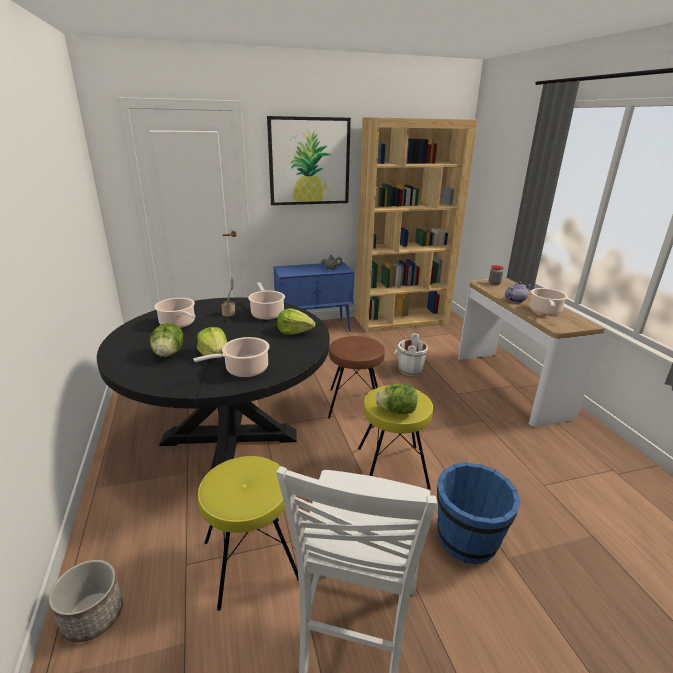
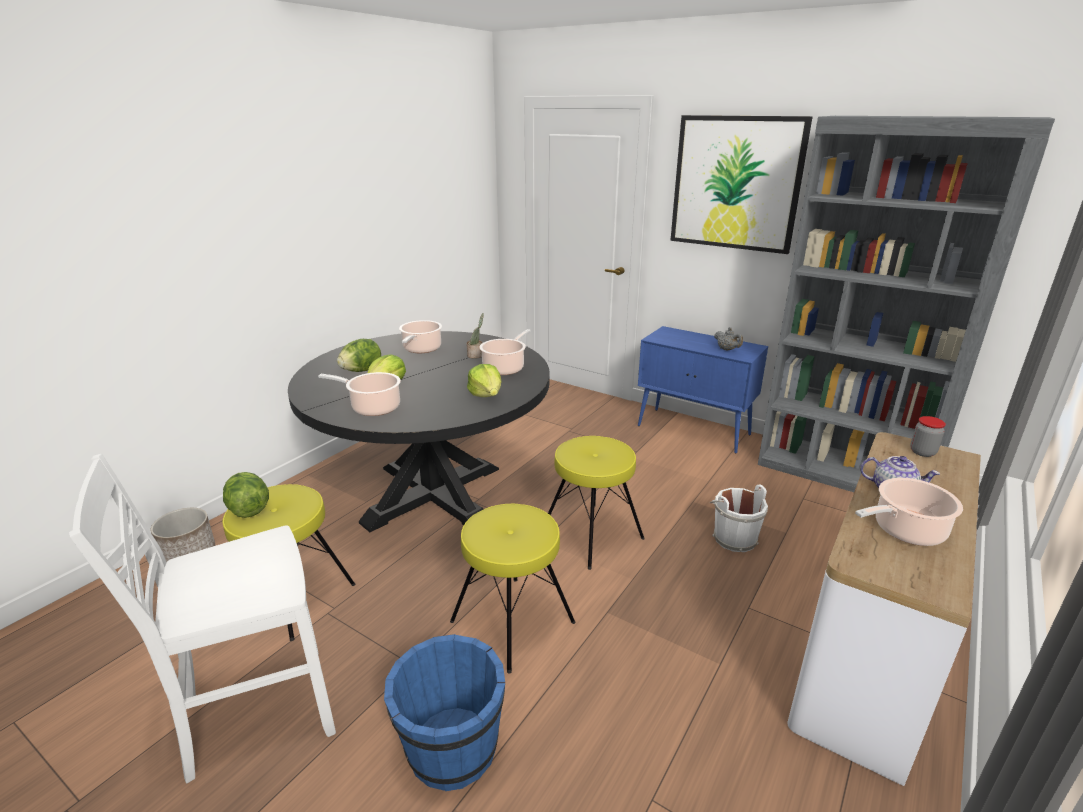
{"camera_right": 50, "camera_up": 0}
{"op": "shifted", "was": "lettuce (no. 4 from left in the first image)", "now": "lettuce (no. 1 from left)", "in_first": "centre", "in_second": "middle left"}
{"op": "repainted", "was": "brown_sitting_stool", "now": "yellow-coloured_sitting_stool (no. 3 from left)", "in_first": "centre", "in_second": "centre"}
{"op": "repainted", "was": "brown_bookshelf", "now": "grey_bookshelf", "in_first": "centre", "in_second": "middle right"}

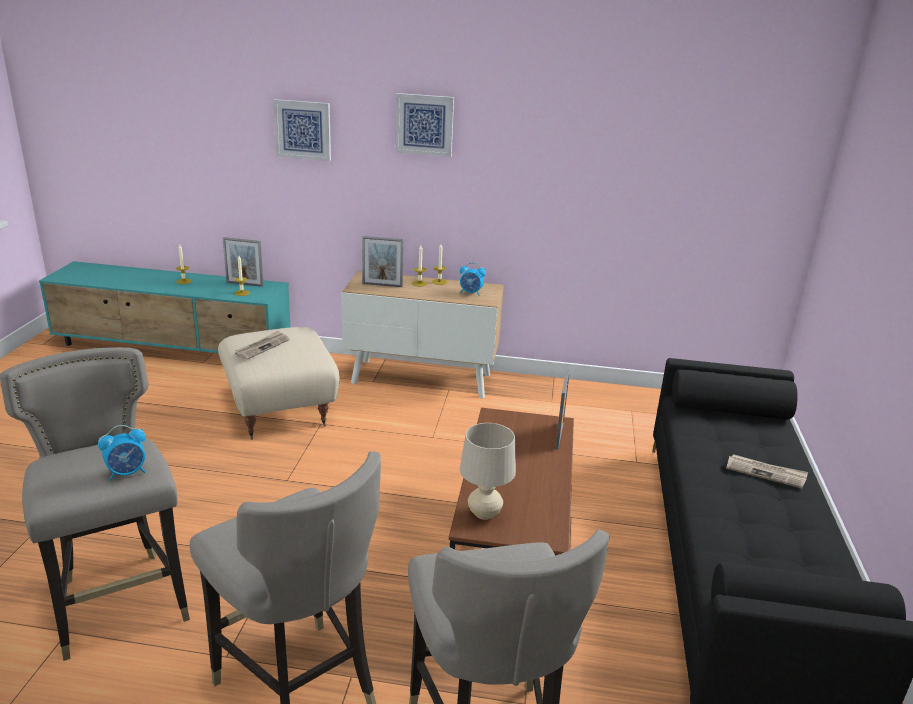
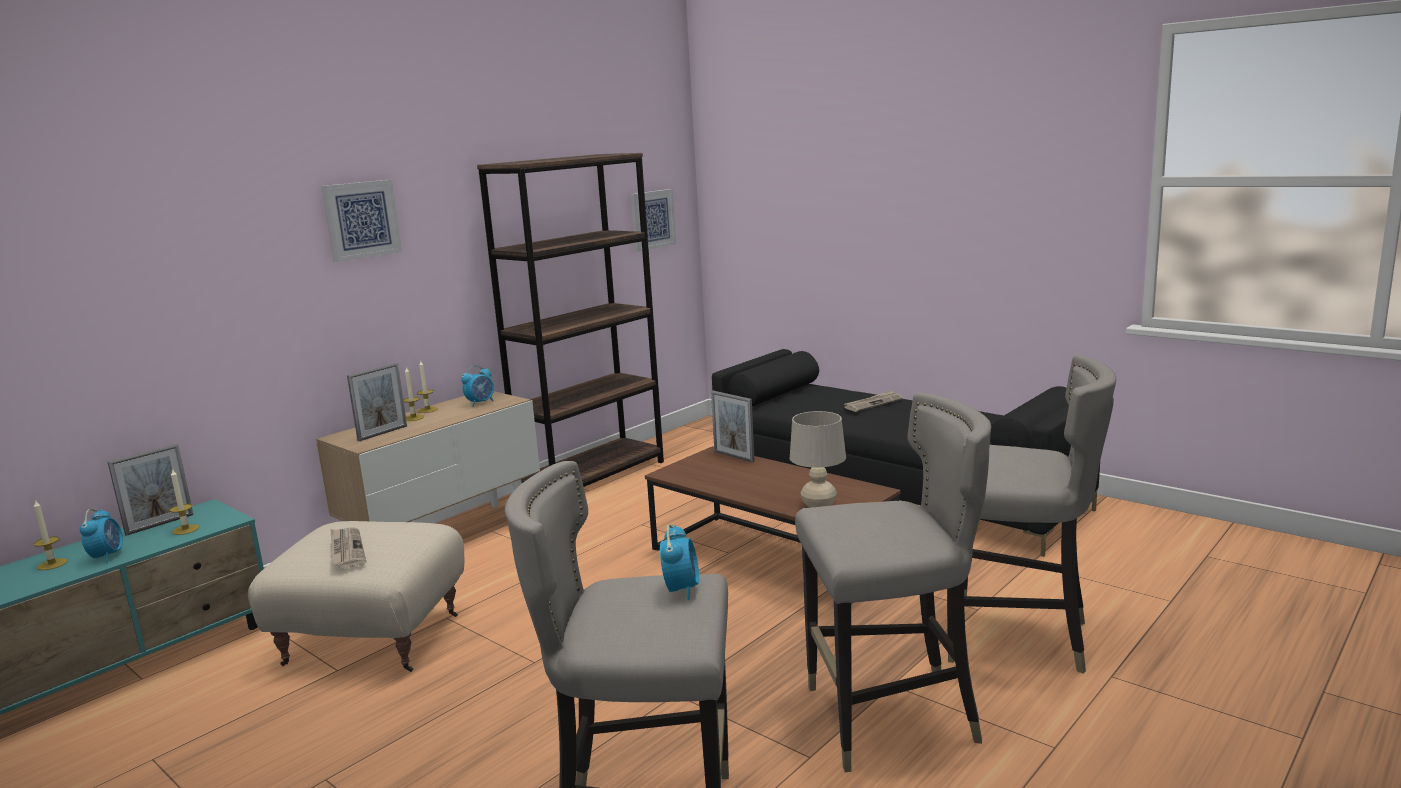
{"camera_right": -55, "camera_up": -10}
{"op": "new", "now": "bedside_clock (no. 1 from left)", "in_second": "bottom left"}
{"op": "new", "now": "brown_bookshelf", "in_second": "centre"}
{"op": "shifted", "was": "wall_picture (no. 1 from left in the first image)", "now": "wall_picture (no. 2 from left)", "in_first": "top left", "in_second": "top centre"}

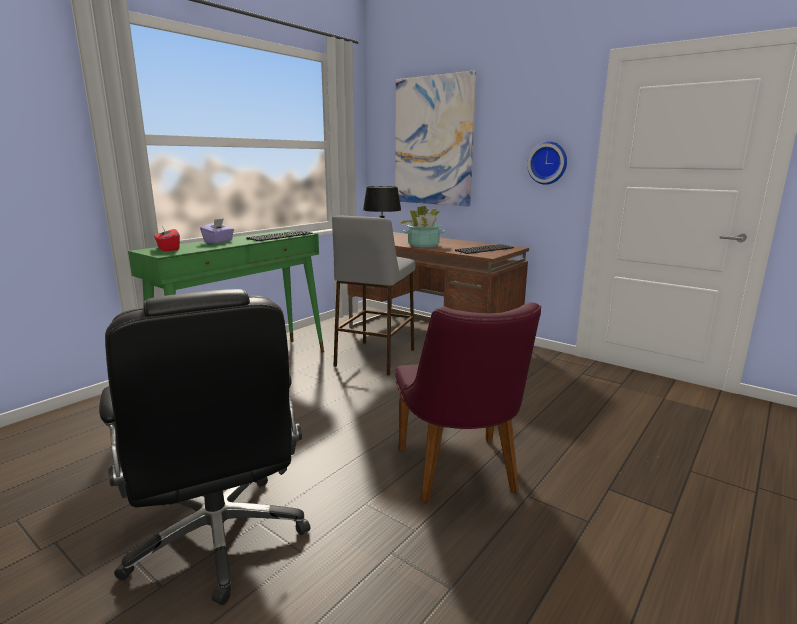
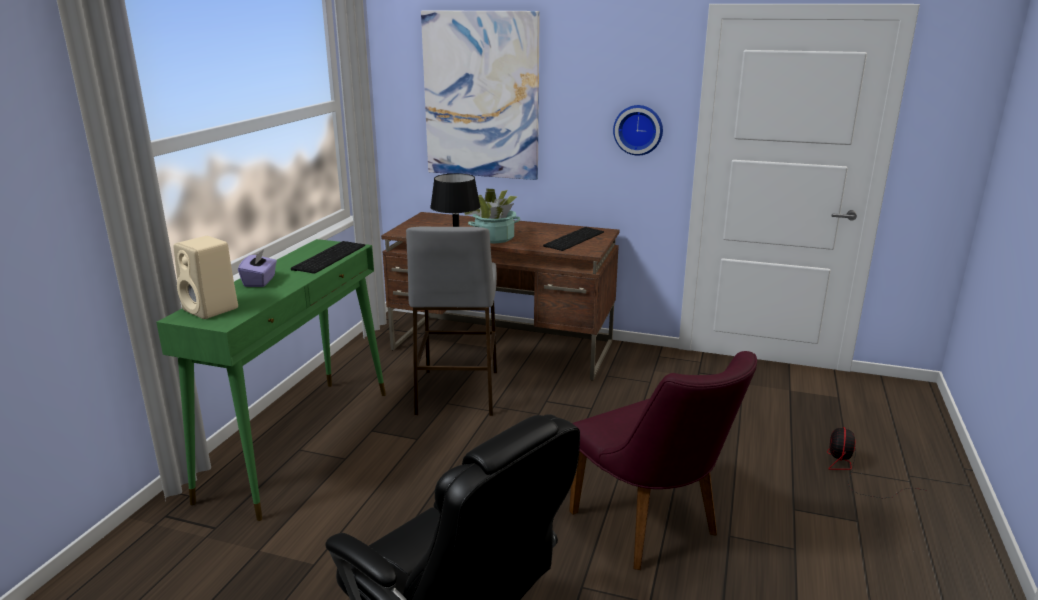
{"camera_right": -20, "camera_up": 5}
{"op": "swapped", "was": "red_tissue_holder", "now": "beige-coloured_loudspeaker", "in_first": "middle left", "in_second": "middle left"}
{"op": "new", "now": "fan", "in_second": "bottom right"}

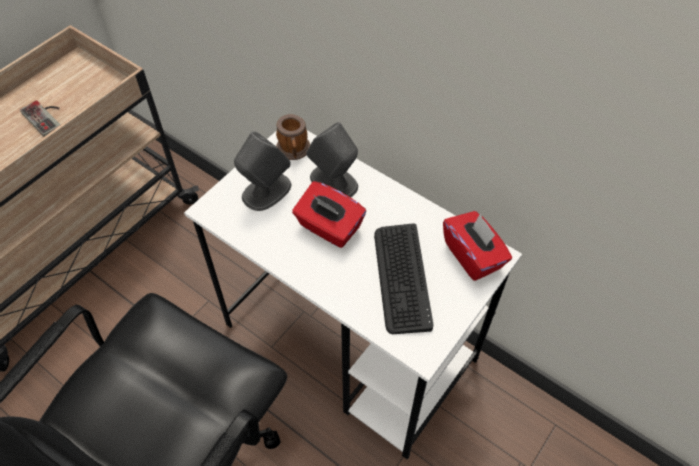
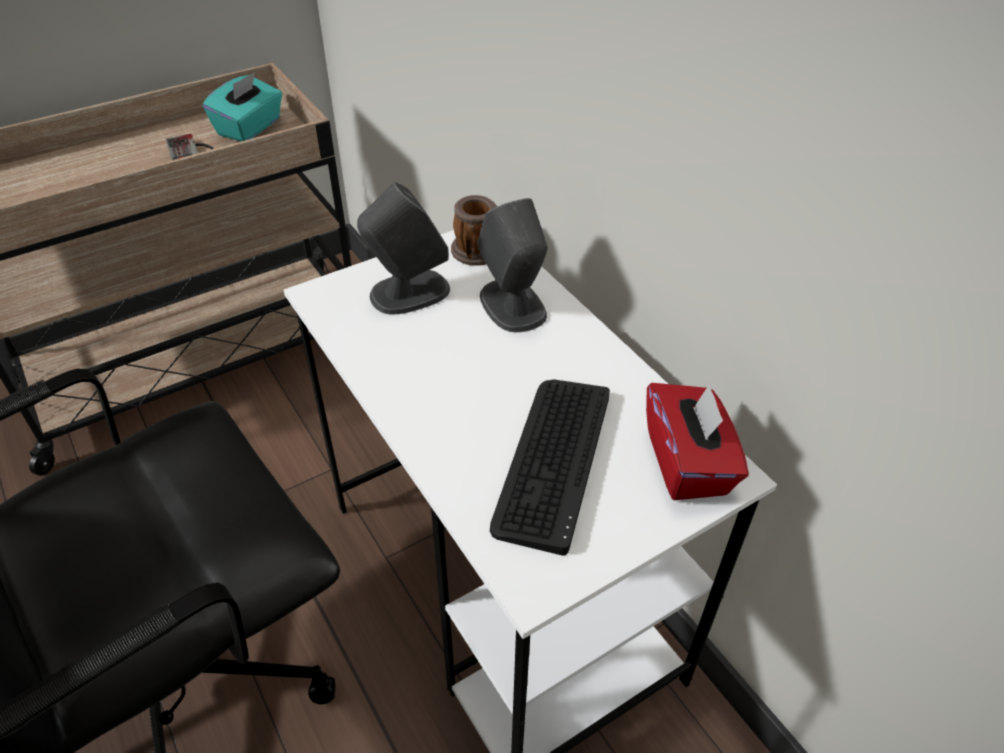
{"camera_right": 20, "camera_up": -10}
{"op": "new", "now": "blue-green_tissue_holder", "in_second": "top left"}
{"op": "gone", "was": "red_tissue_holder (no. 1 from left)", "in_first": "centre"}

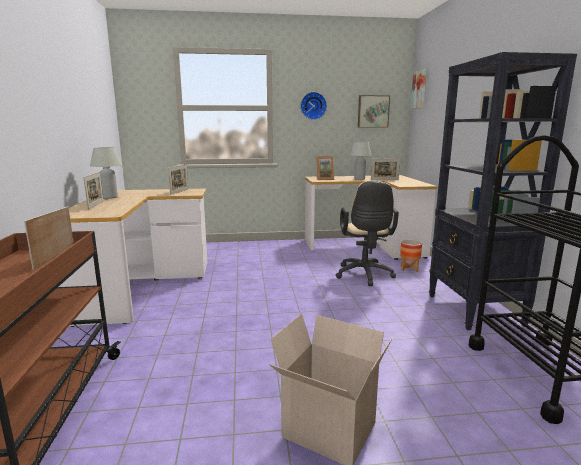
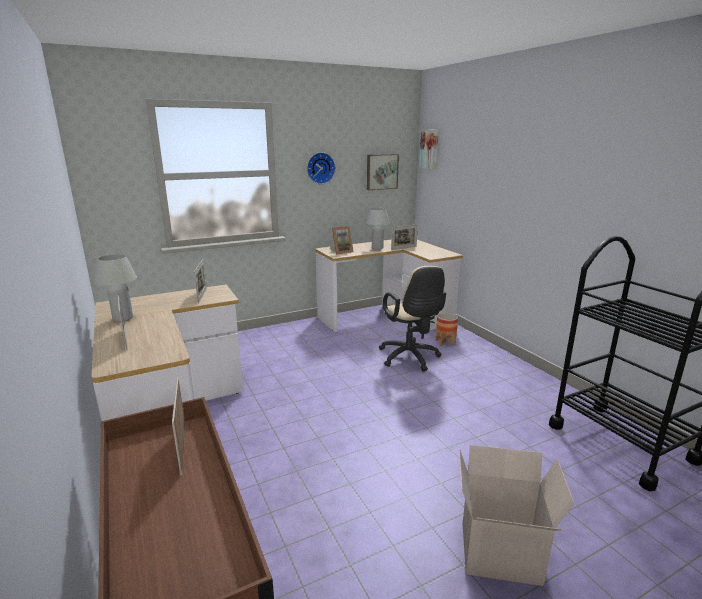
{"camera_right": -20, "camera_up": 5}
{"op": "gone", "was": "black-coloured_bookshelf", "in_first": "middle right"}

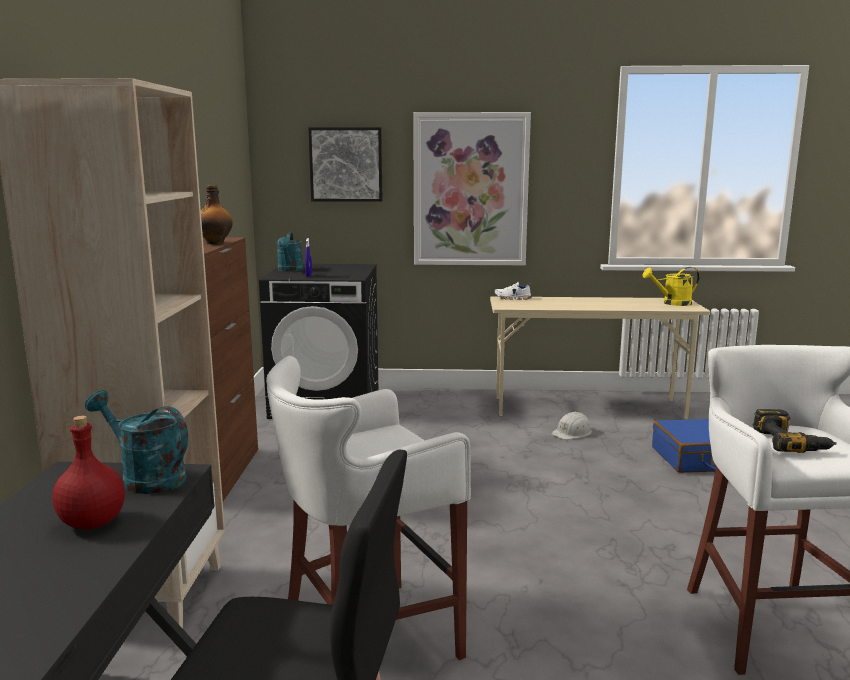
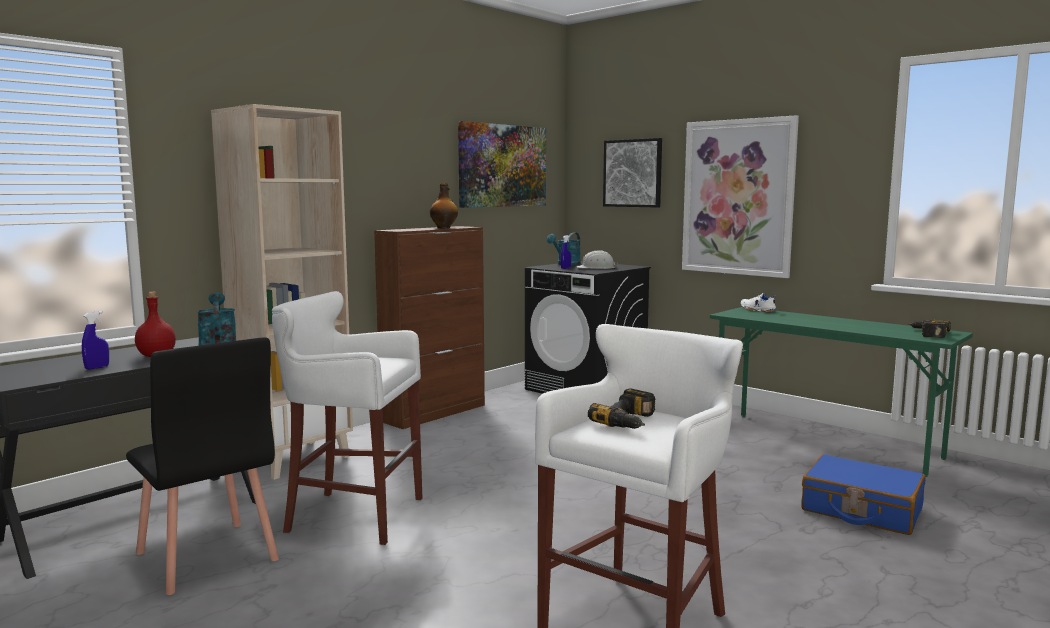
{"camera_right": 40, "camera_up": -5}
{"op": "new", "now": "bluish_hand_sprayer (no. 1 from left)", "in_second": "middle left"}
{"op": "new", "now": "wall_picture (no. 1 from left)", "in_second": "top centre"}
{"op": "shifted", "was": "whitish_work_helmet", "in_first": "middle right", "in_second": "centre"}
{"op": "repainted", "was": "beige-coloured_desk_table", "now": "greenish_desk_table", "in_first": "middle right", "in_second": "middle right"}
{"op": "swapped", "was": "yellow-coloured_watering_can", "now": "drill (no. 2 from left)", "in_first": "middle right", "in_second": "middle right"}

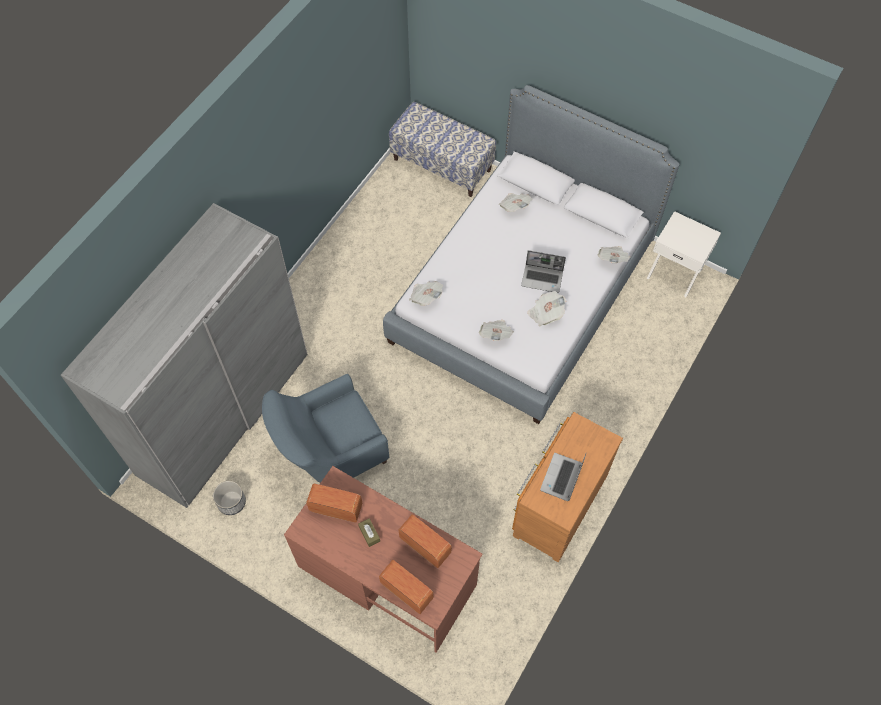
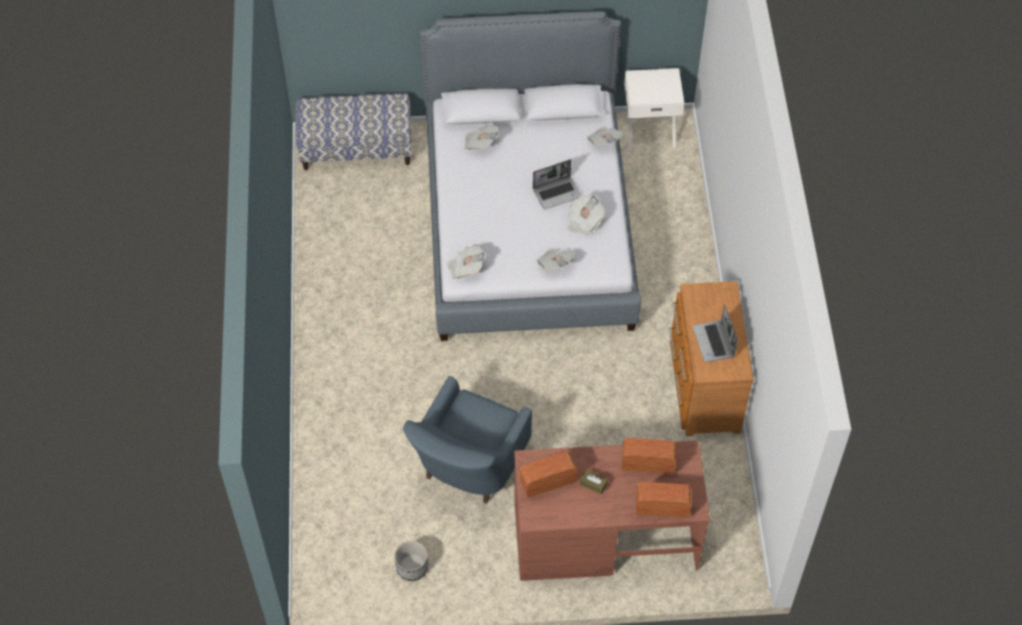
{"camera_right": -35, "camera_up": -5}
{"op": "gone", "was": "grey_clothes_cupboard", "in_first": "middle left"}

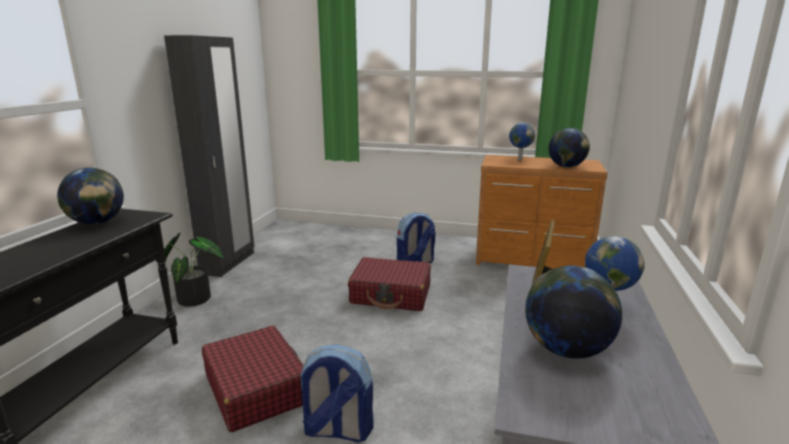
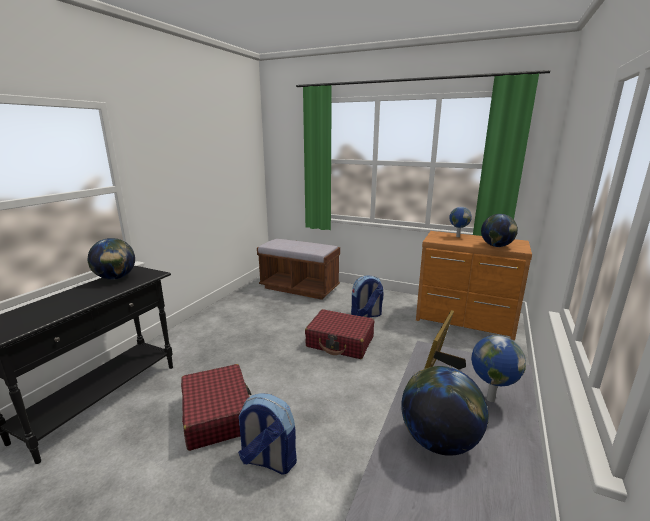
{"camera_right": 10, "camera_up": 0}
{"op": "new", "now": "brown_long_seat", "in_second": "centre"}
{"op": "gone", "was": "black-coloured_clothes_cupboard", "in_first": "middle left"}
{"op": "gone", "was": "plant_in_a_pot", "in_first": "middle left"}

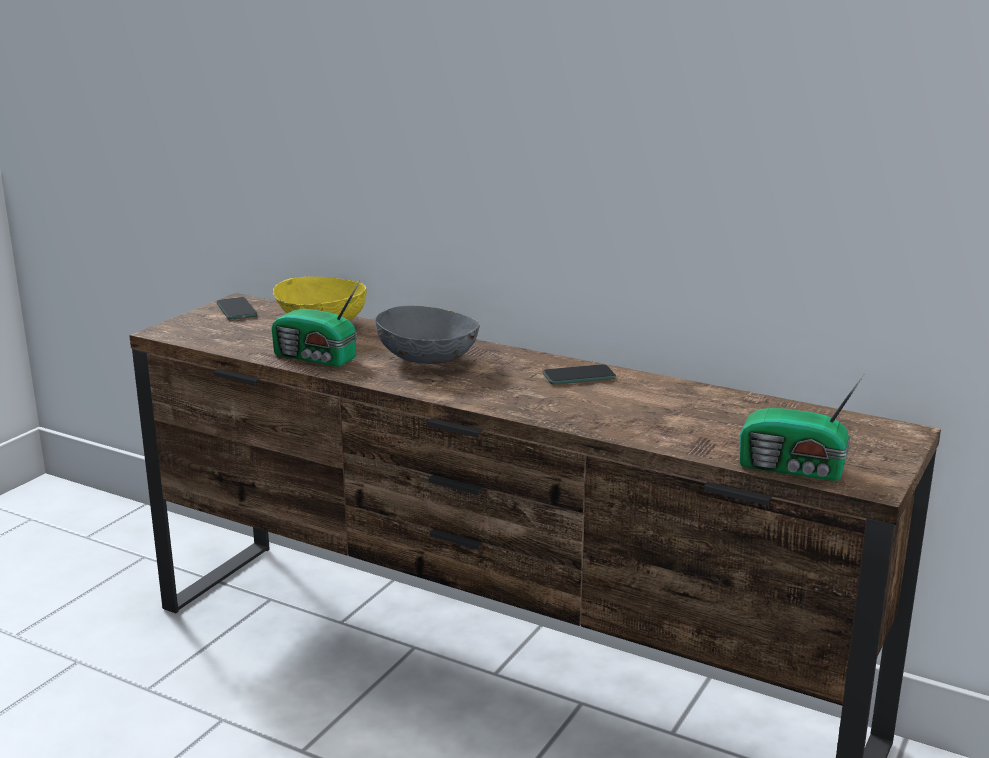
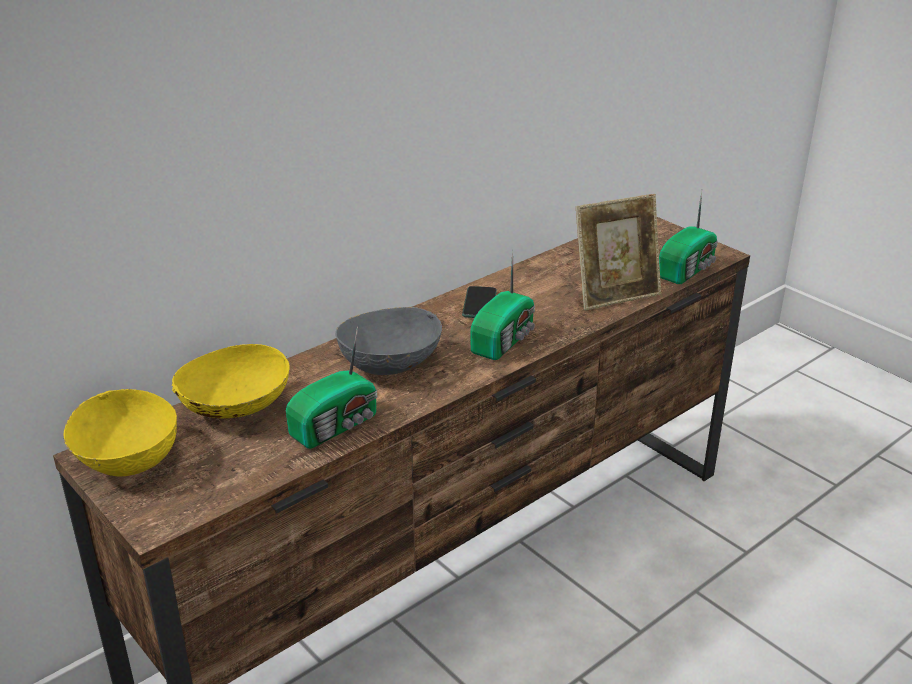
{"camera_right": -70, "camera_up": 10}
{"op": "swapped", "was": "handset (no. 1 from left)", "now": "yellow-coloured_bowl (no. 1 from left)", "in_first": "middle left", "in_second": "middle left"}
{"op": "new", "now": "radio_receiver (no. 2 from left)", "in_second": "centre"}
{"op": "new", "now": "standing_frame", "in_second": "middle right"}

